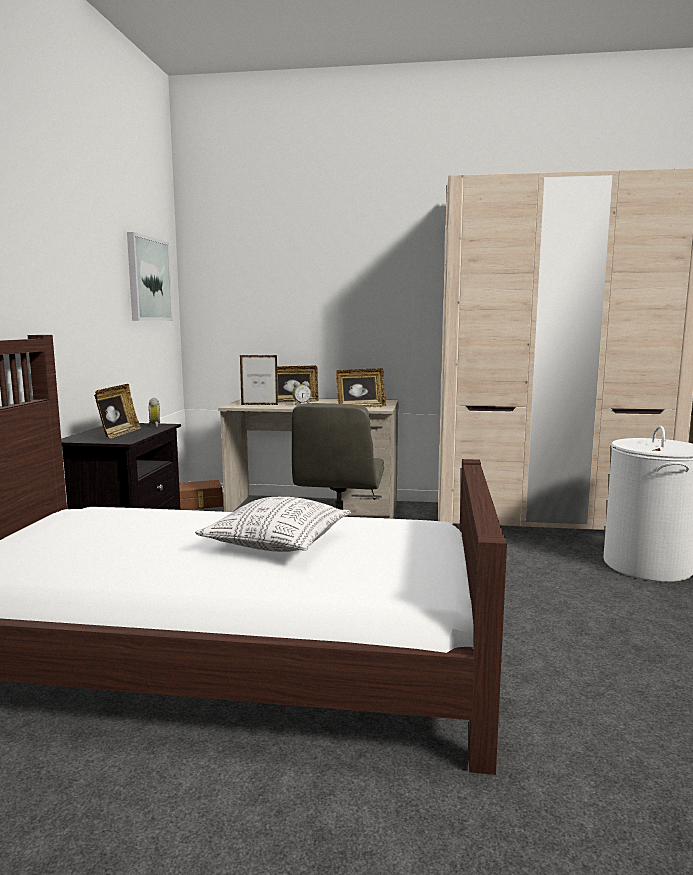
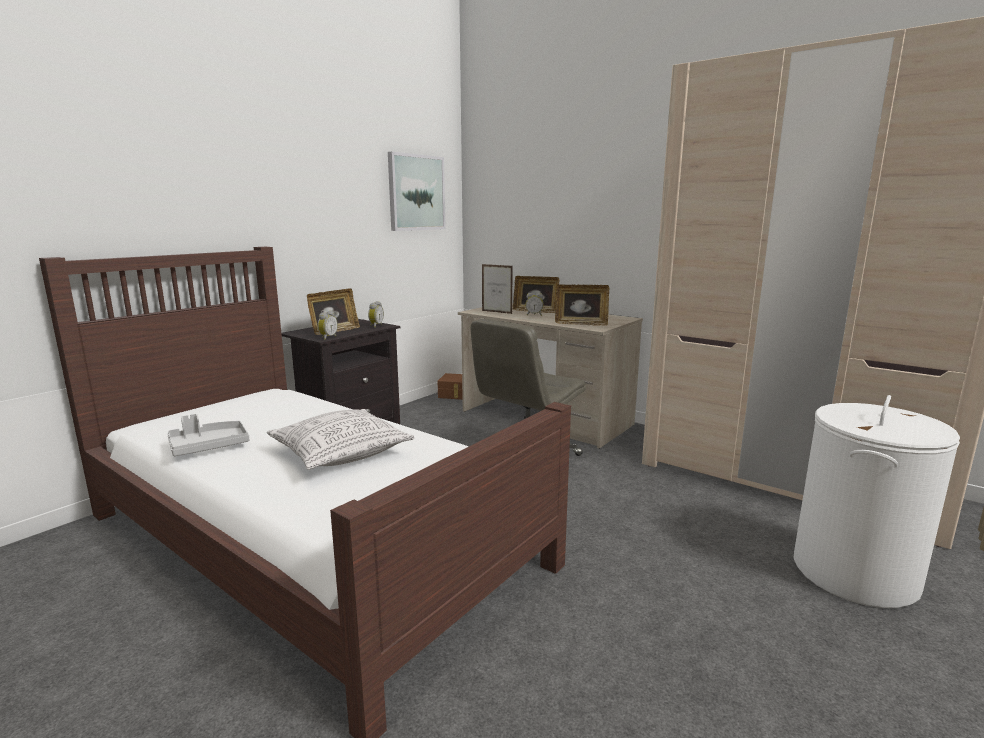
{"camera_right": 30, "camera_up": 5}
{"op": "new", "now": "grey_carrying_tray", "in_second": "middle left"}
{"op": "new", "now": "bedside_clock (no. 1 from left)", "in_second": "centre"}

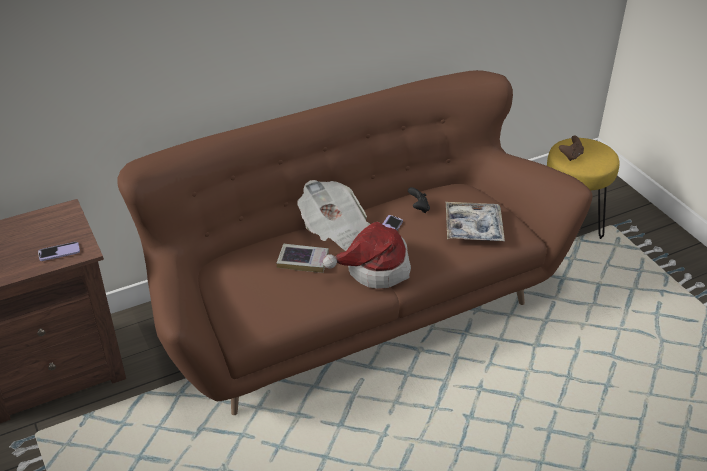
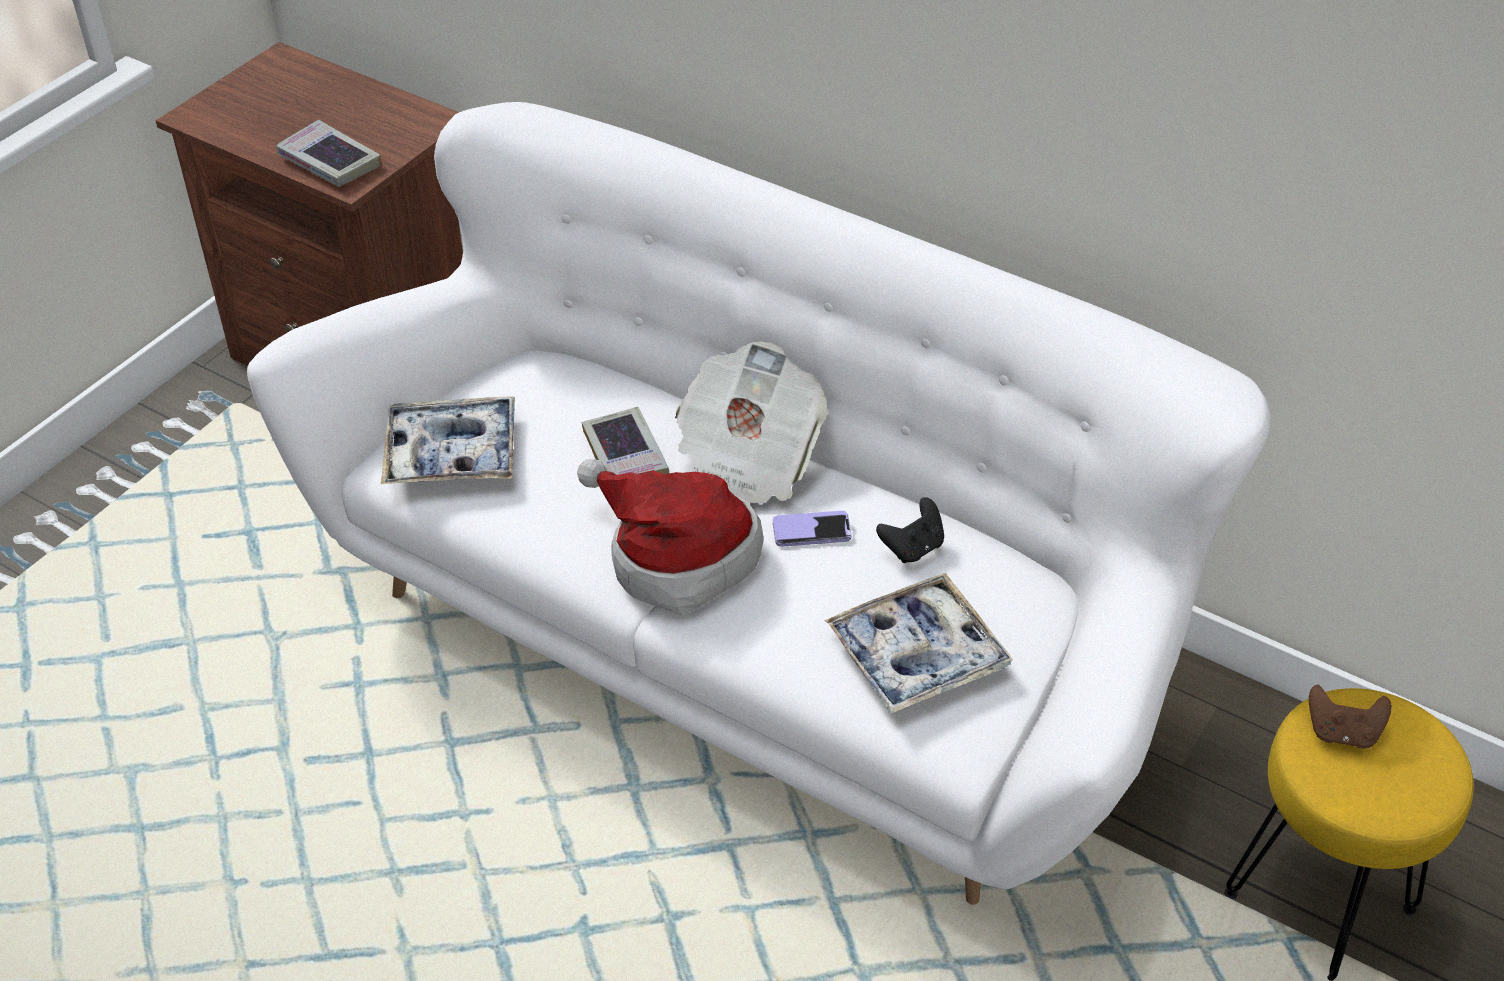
{"camera_right": 60, "camera_up": 5}
{"op": "repainted", "was": "brown_couch", "now": "whitish_couch", "in_first": "centre", "in_second": "centre"}
{"op": "swapped", "was": "handset (no. 1 from left)", "now": "volume (no. 1 from left)", "in_first": "middle left", "in_second": "top left"}
{"op": "new", "now": "carrying_tray (no. 1 from left)", "in_second": "middle left"}

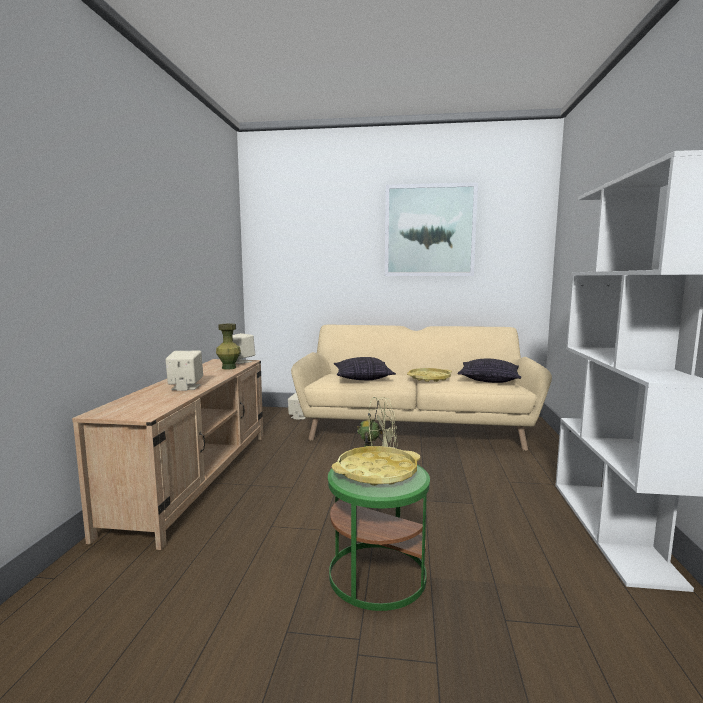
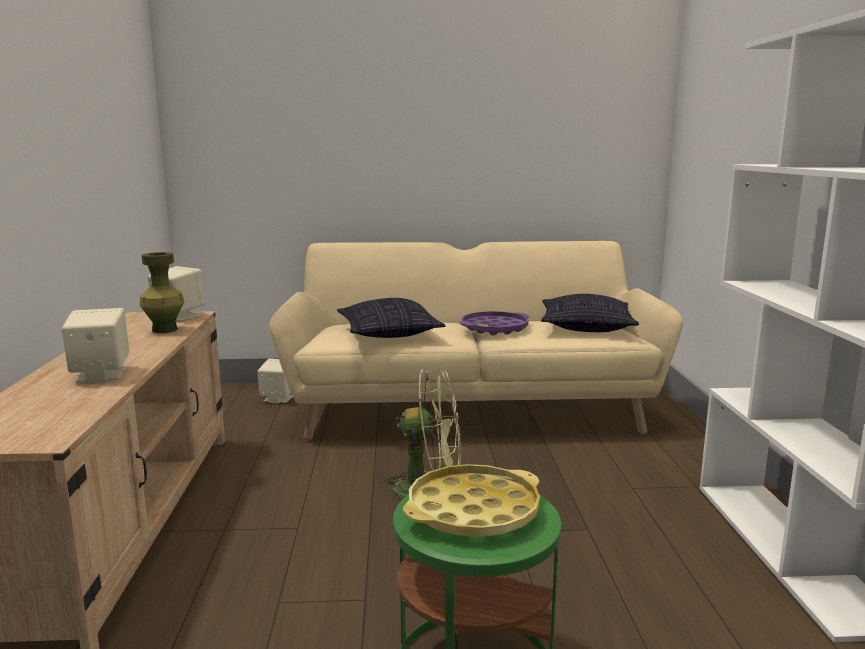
{"camera_right": -10, "camera_up": 5}
{"op": "repainted", "was": "yellow-coloured_carrying_tray (no. 2 from left)", "now": "purple_carrying_tray", "in_first": "centre", "in_second": "centre"}
{"op": "gone", "was": "wall_picture", "in_first": "top centre"}

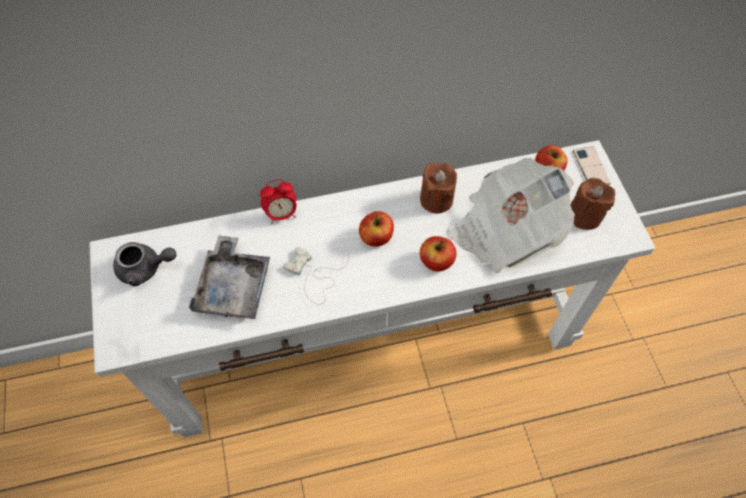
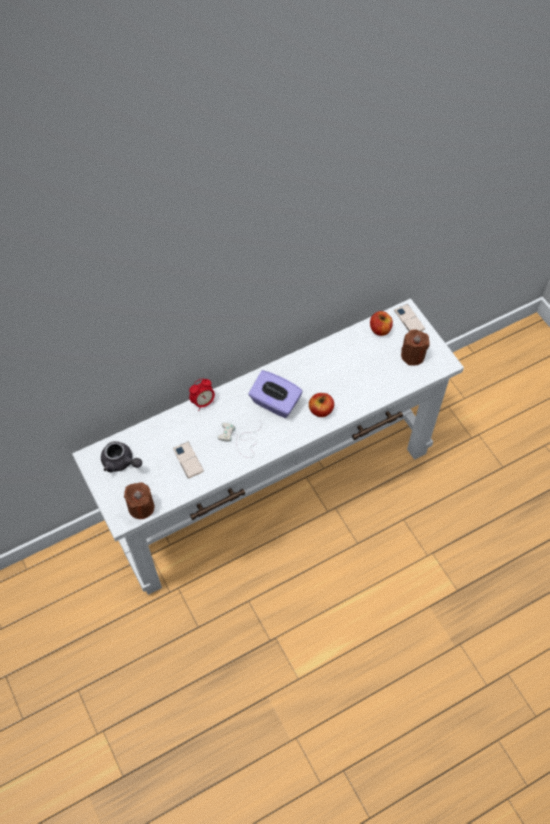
{"camera_right": -15, "camera_up": 0}
{"op": "rotated", "was": "grey_teapot", "in_first": "middle left", "in_second": "middle left", "clockwise": 45}
{"op": "shifted", "was": "brown_candle (no. 1 from left)", "in_first": "centre", "in_second": "middle left"}
{"op": "swapped", "was": "grey_carrying_tray", "now": "handset (no. 1 from left)", "in_first": "middle left", "in_second": "centre"}
{"op": "swapped", "was": "whole_apple (no. 1 from left)", "now": "purple_tissue_holder", "in_first": "centre", "in_second": "centre"}
{"op": "gone", "was": "daily_paper", "in_first": "middle right"}

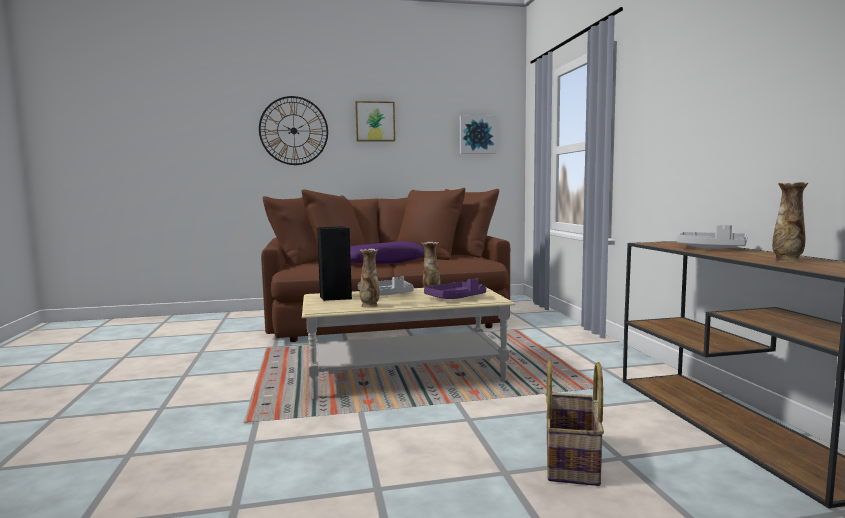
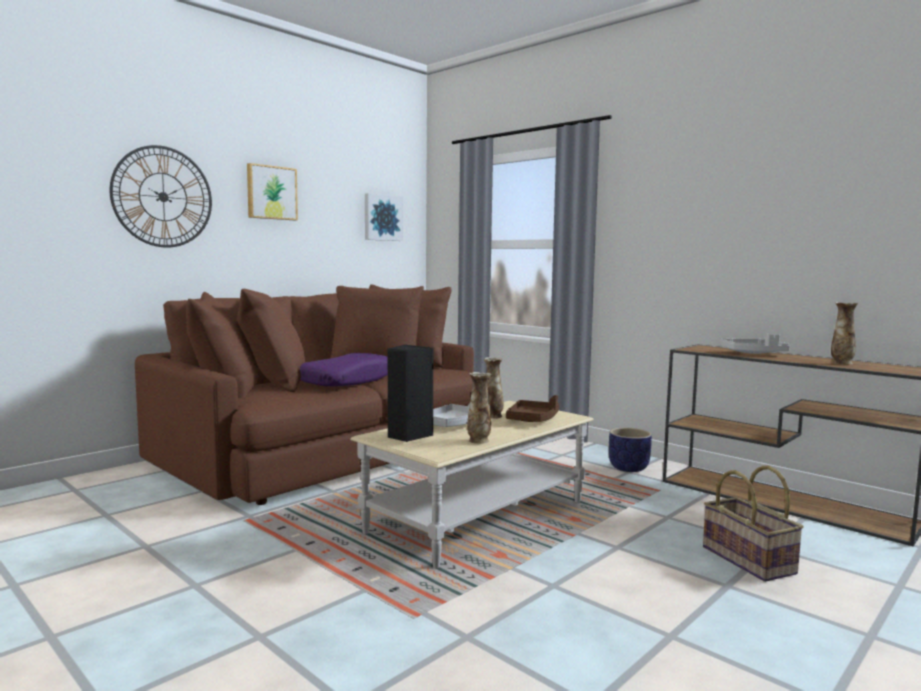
{"camera_right": -35, "camera_up": 0}
{"op": "repainted", "was": "purple_carrying_tray", "now": "brown_carrying_tray", "in_first": "centre", "in_second": "centre"}
{"op": "new", "now": "flower_pot", "in_second": "middle right"}

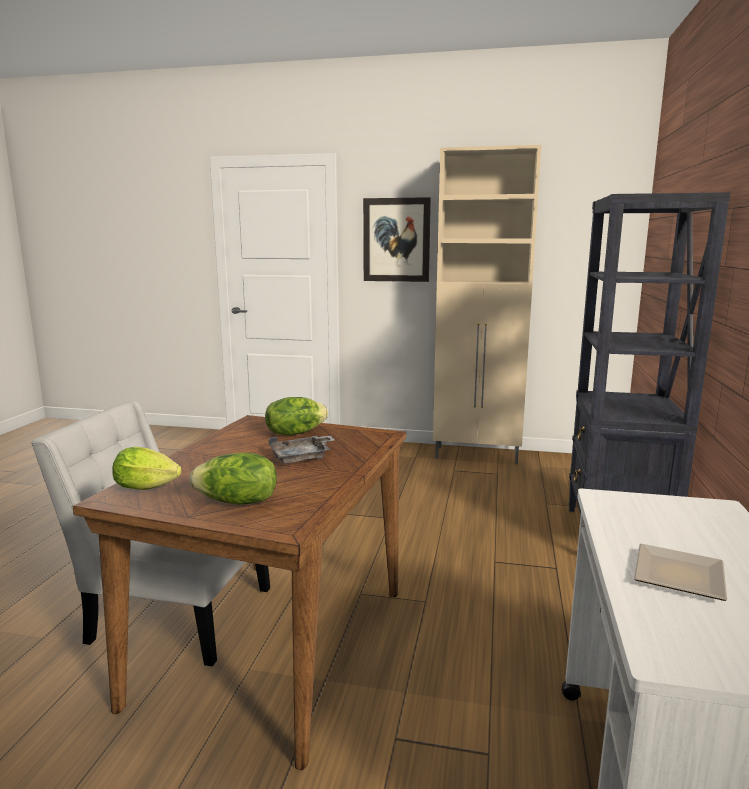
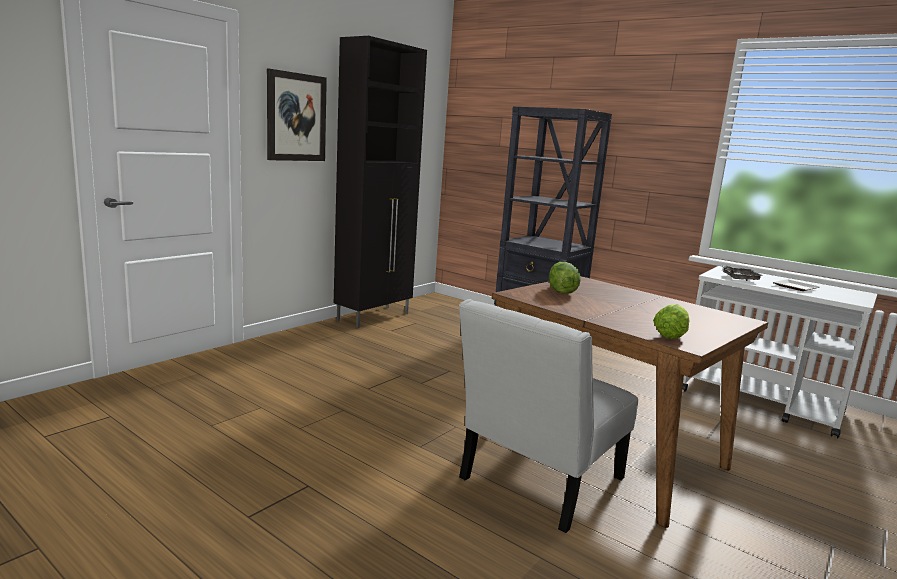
{"camera_right": -65, "camera_up": 0}
{"op": "repainted", "was": "beige-coloured_storage_cabinet", "now": "black-coloured_storage_cabinet", "in_first": "centre", "in_second": "top centre"}
{"op": "shifted", "was": "grey_carrying_tray", "in_first": "centre", "in_second": "middle right"}
{"op": "gone", "was": "lettuce (no. 2 from left)", "in_first": "middle left"}

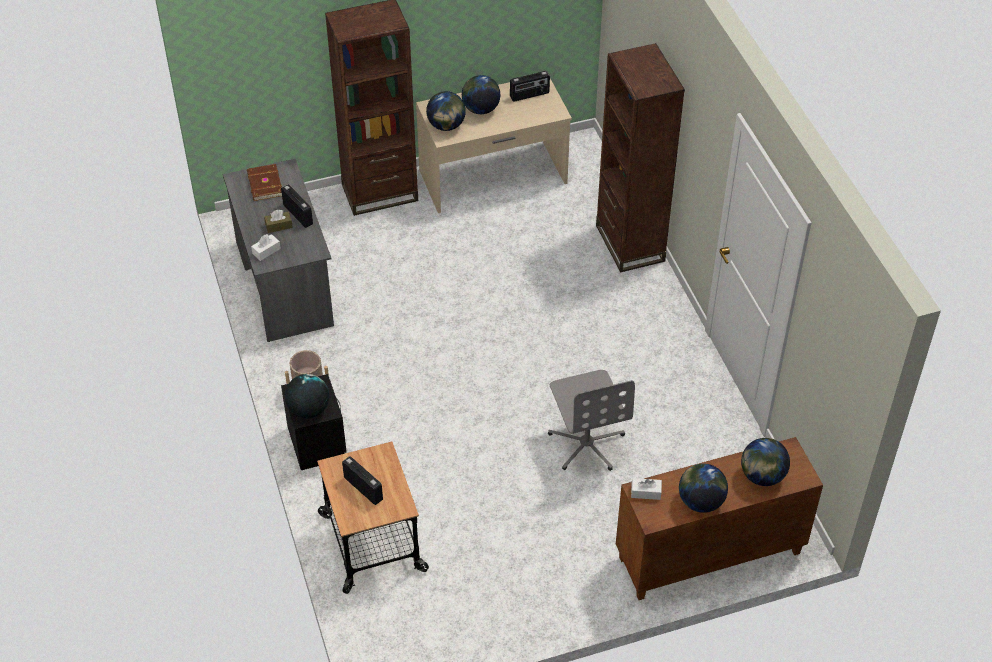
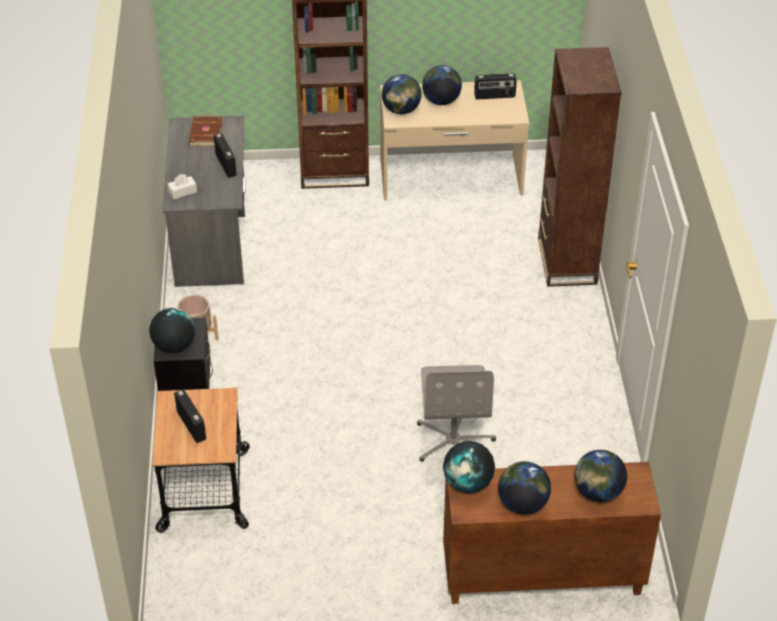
{"camera_right": 15, "camera_up": -5}
{"op": "swapped", "was": "whitish_tissue_holder (no. 2 from left)", "now": "desk_globe (no. 4 from left)", "in_first": "bottom centre", "in_second": "bottom centre"}
{"op": "gone", "was": "brown_tissue_holder", "in_first": "middle left"}

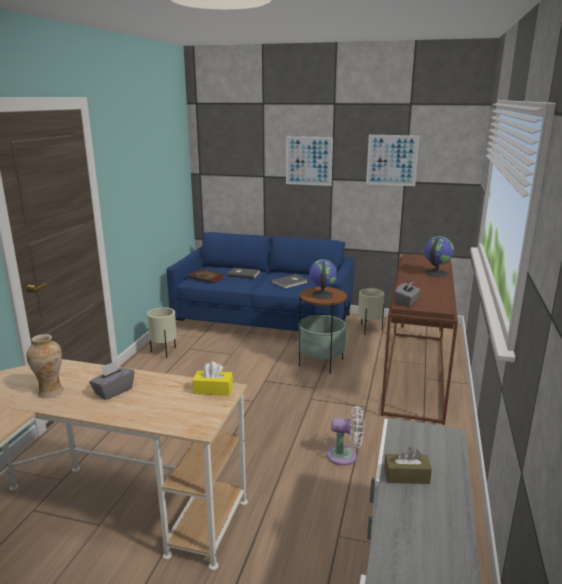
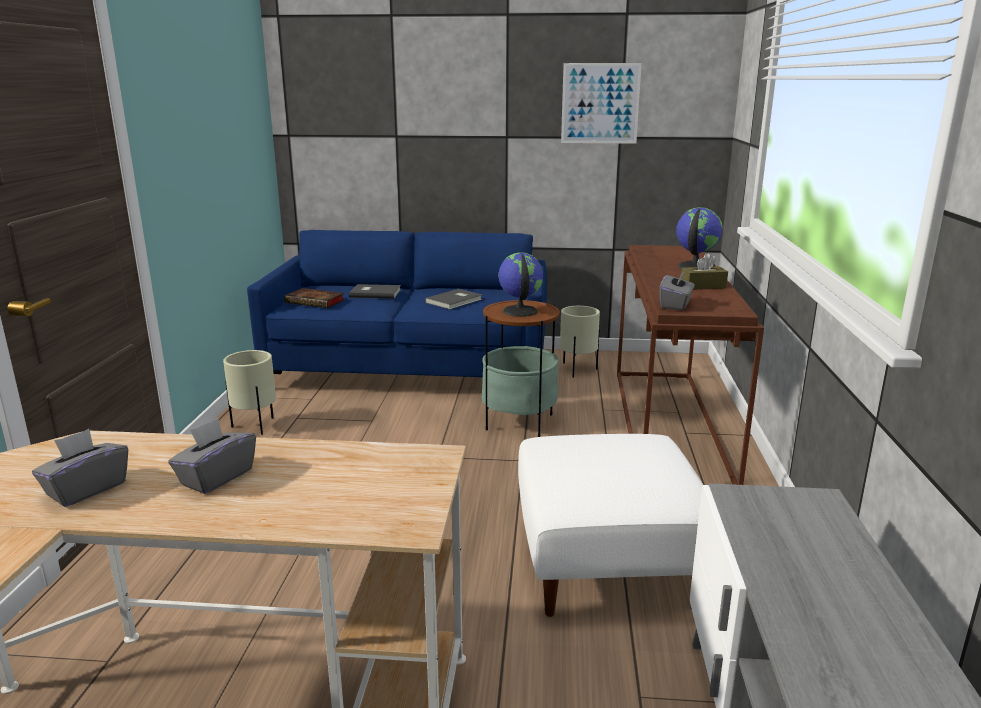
{"camera_right": -10, "camera_up": 0}
{"op": "swapped", "was": "decorative_vase", "now": "grey_tissue_holder (no. 1 from left)", "in_first": "middle left", "in_second": "middle left"}
{"op": "swapped", "was": "whitish_fan", "now": "whitish_ottoman", "in_first": "bottom centre", "in_second": "bottom centre"}
{"op": "shifted", "was": "brown_tissue_holder", "in_first": "bottom right", "in_second": "middle right"}
{"op": "gone", "was": "yellow-coloured_tissue_holder", "in_first": "centre"}
{"op": "gone", "was": "wall_picture (no. 1 from left)", "in_first": "top centre"}

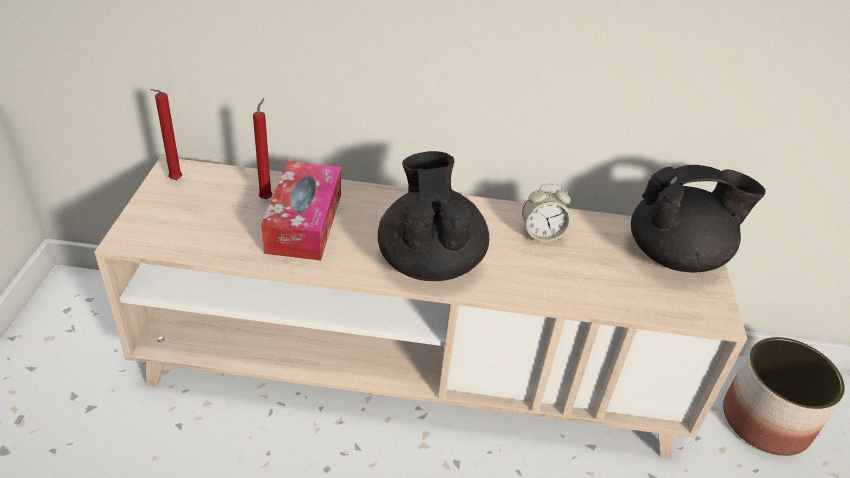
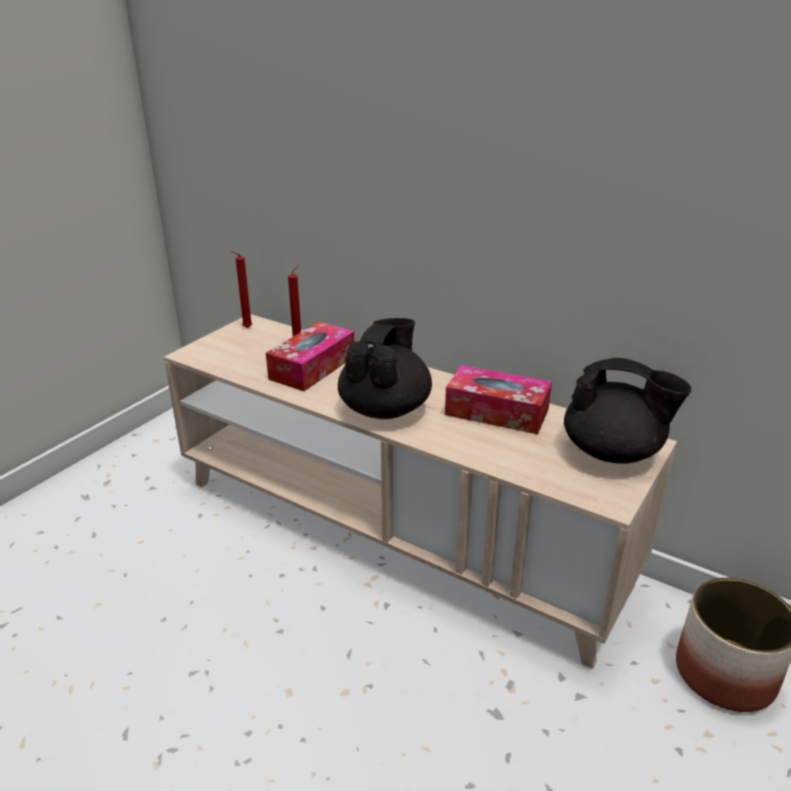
{"camera_right": 30, "camera_up": -10}
{"op": "swapped", "was": "bedside_clock", "now": "tissue_holder (no. 2 from left)", "in_first": "centre", "in_second": "centre"}

